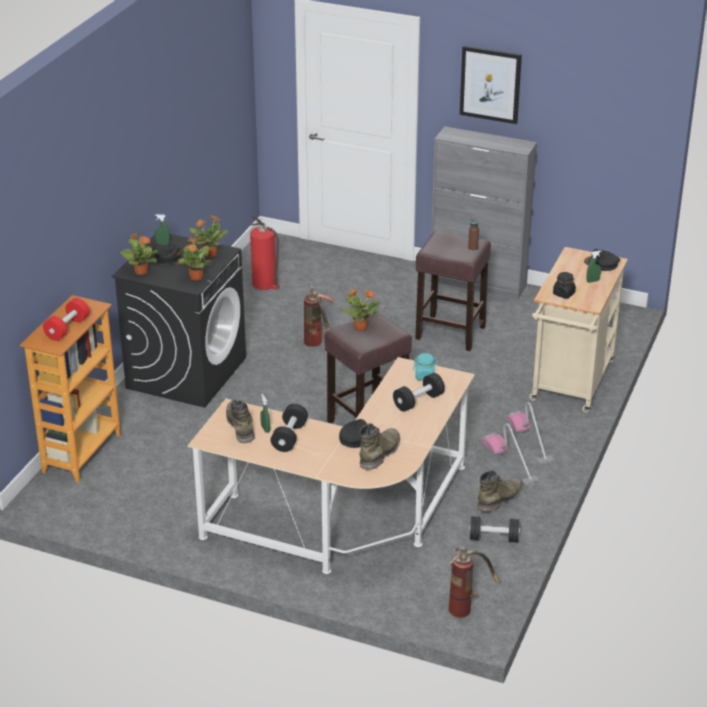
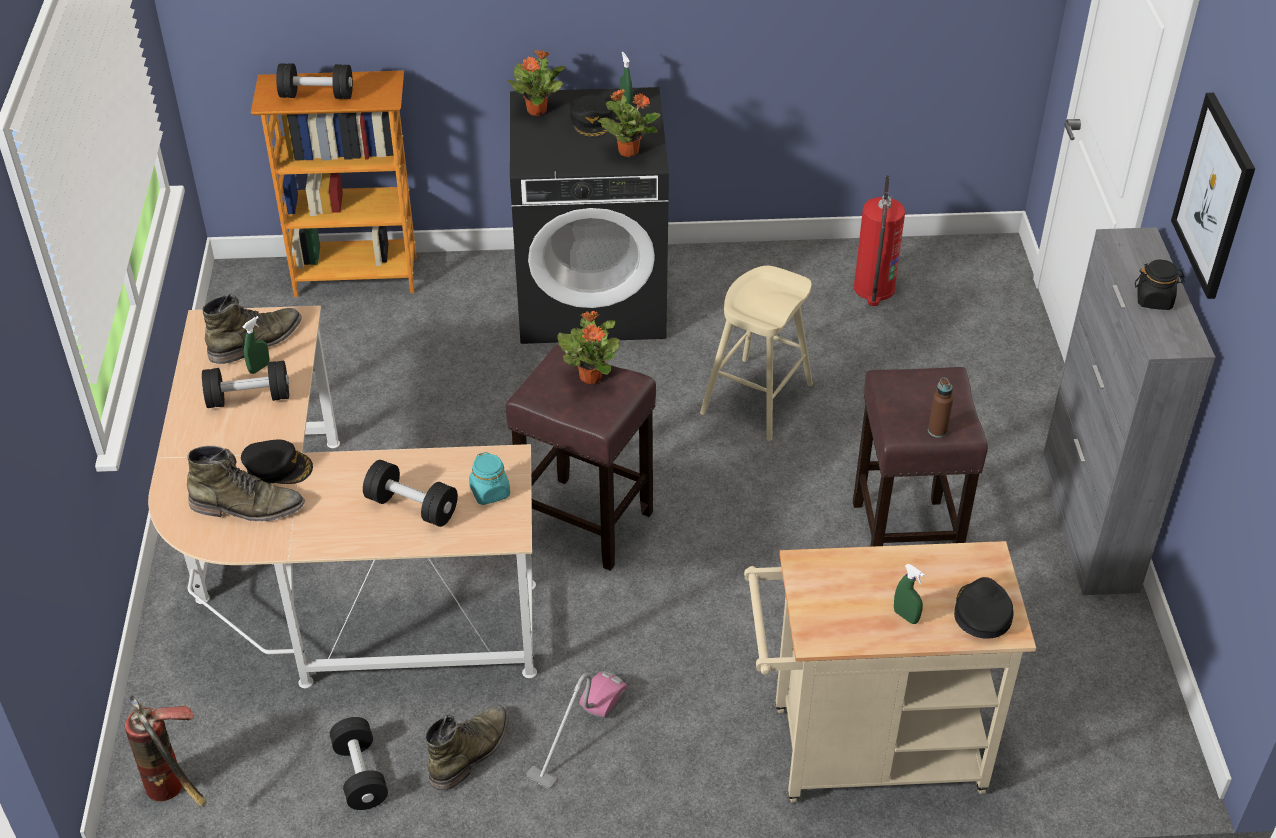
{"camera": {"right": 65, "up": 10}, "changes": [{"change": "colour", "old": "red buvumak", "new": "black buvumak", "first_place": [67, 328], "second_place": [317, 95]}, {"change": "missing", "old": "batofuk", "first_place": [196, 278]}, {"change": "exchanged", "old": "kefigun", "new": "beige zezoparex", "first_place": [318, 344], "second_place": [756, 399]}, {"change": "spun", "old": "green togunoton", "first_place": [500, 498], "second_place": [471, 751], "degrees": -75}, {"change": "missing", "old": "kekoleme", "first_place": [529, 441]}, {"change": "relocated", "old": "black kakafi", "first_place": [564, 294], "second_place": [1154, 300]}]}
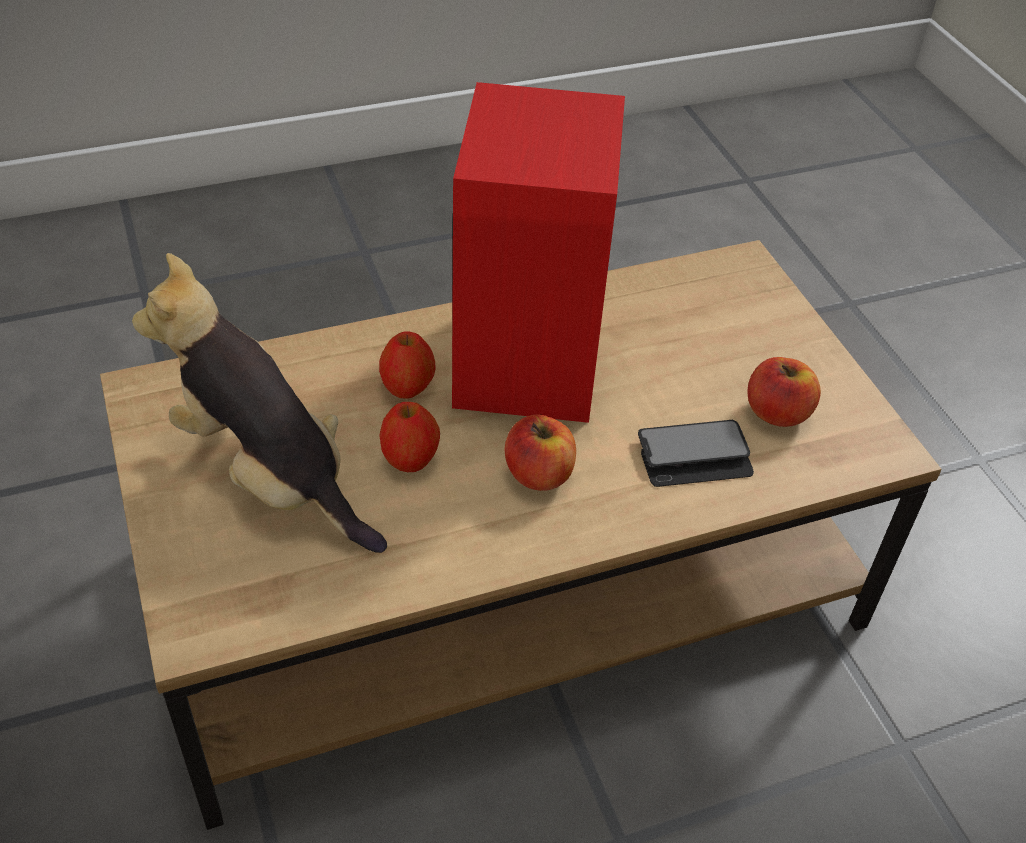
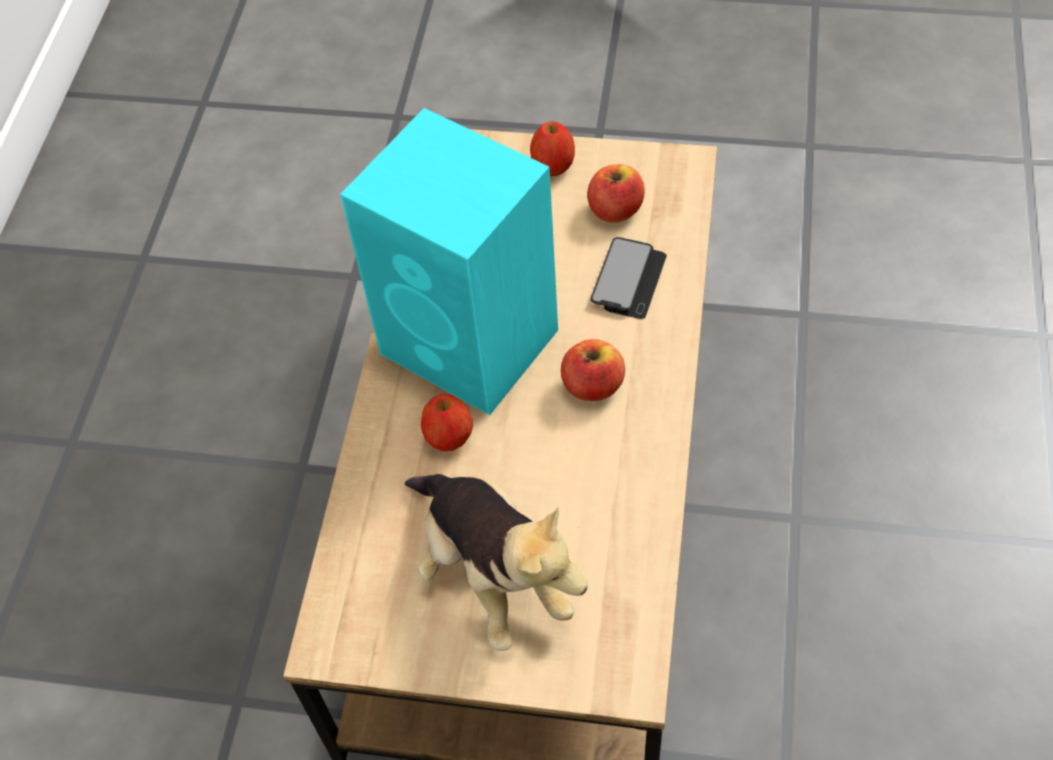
{"camera": {"right": -55, "up": 10}, "changes": [{"change": "spun", "old": "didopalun", "first_place": [270, 475], "second_place": [491, 573], "degrees": -105}, {"change": "relocated", "old": "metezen", "first_place": [410, 459], "second_place": [553, 166]}, {"change": "colour", "old": "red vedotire", "new": "turquoise vedotire", "first_place": [527, 366], "second_place": [473, 344]}]}
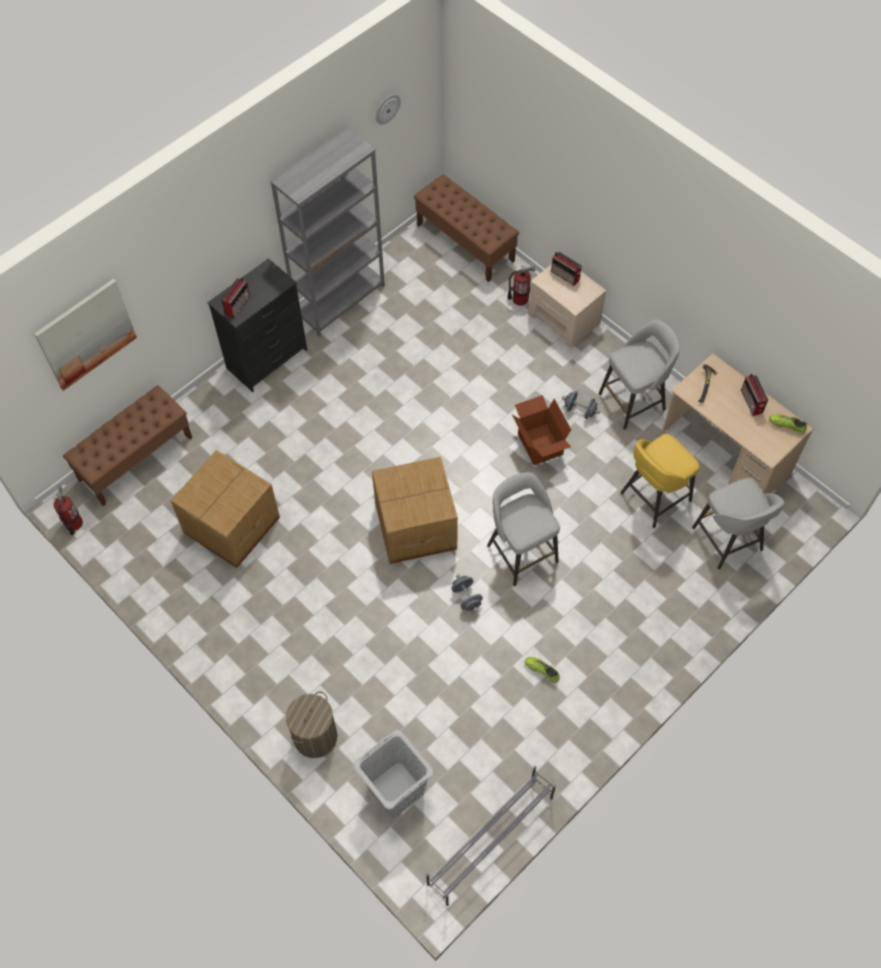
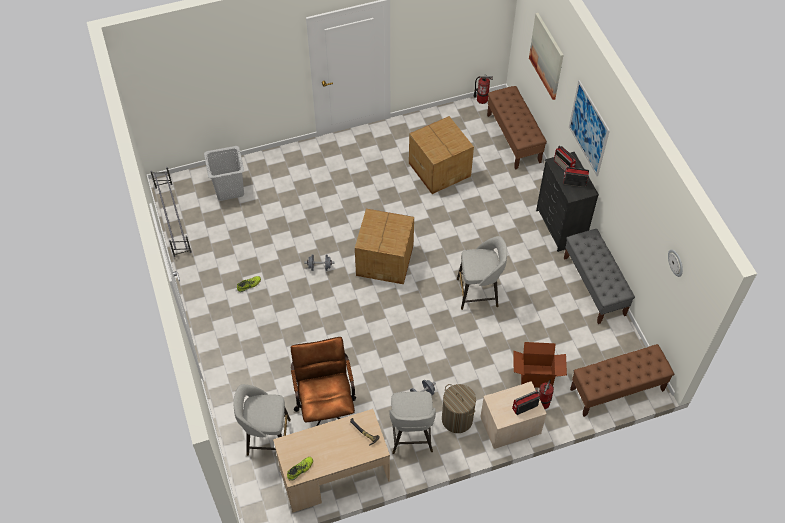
{"camera": {"right": 115, "up": -5}, "changes": [{"change": "exchanged", "old": "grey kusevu", "new": "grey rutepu", "first_place": [340, 300], "second_place": [594, 286]}, {"change": "relocated", "old": "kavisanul", "first_place": [315, 736], "second_place": [457, 419]}, {"change": "relocated", "old": "grey zezoparex", "first_place": [521, 551], "second_place": [479, 292]}, {"change": "relocated", "old": "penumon", "first_place": [539, 445], "second_place": [536, 375]}, {"change": "exchanged", "old": "yellow zezoparex", "new": "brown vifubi", "first_place": [653, 498], "second_place": [326, 407]}, {"change": "relocated", "old": "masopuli", "first_place": [751, 402], "second_place": [574, 182]}, {"change": "appeared", "new": "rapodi", "second_place": [588, 128]}]}
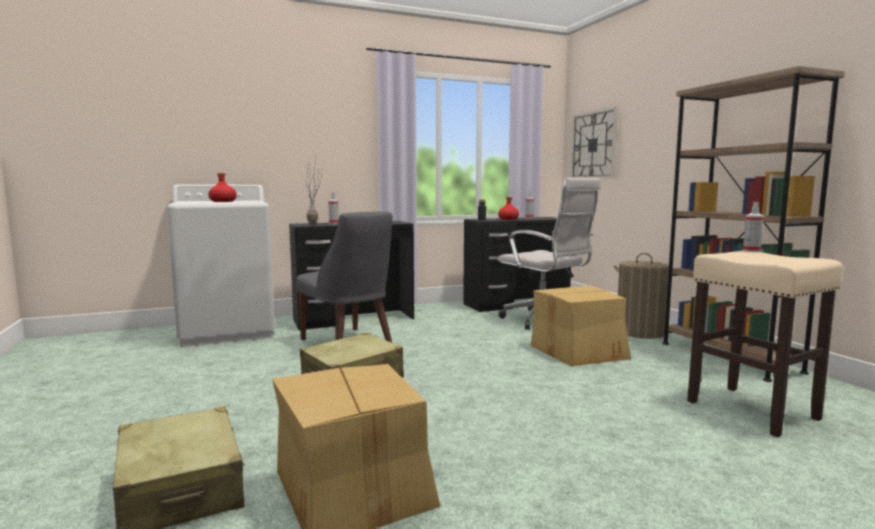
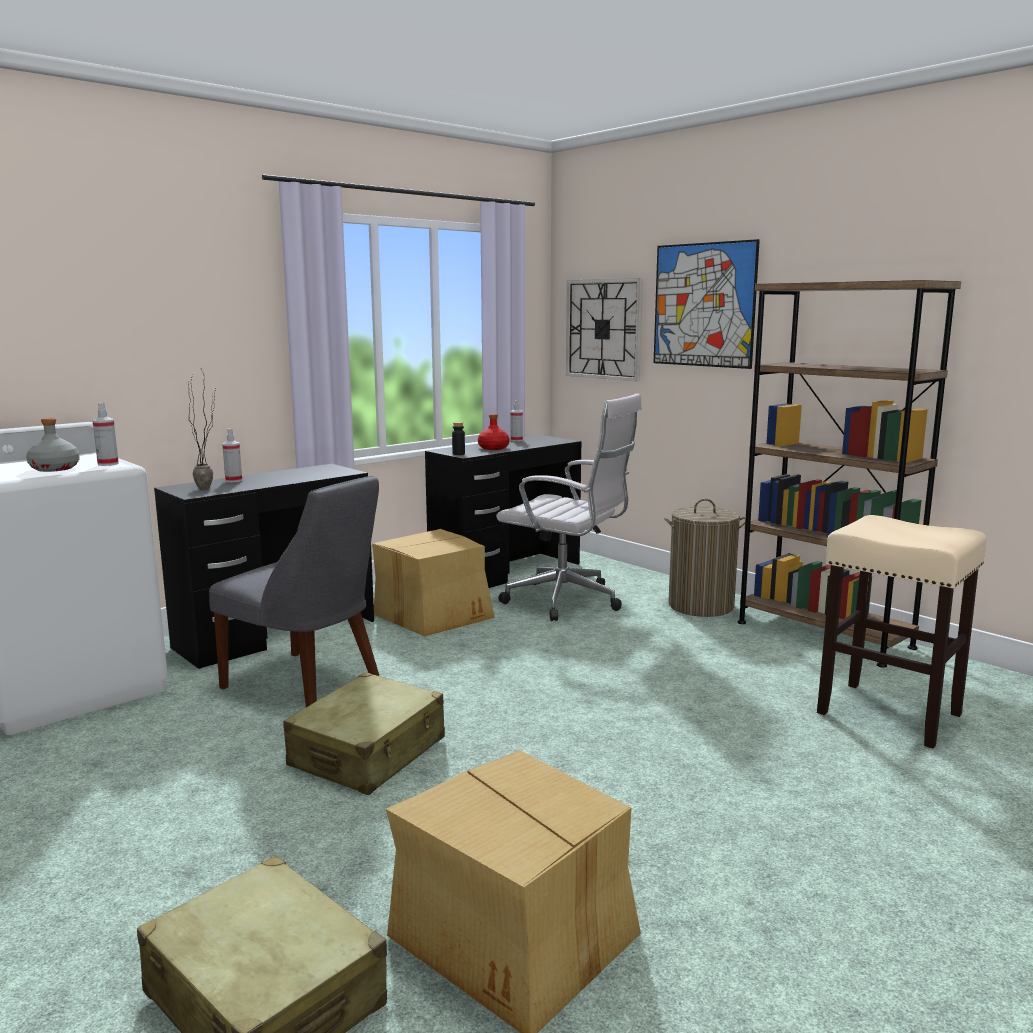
{"camera": {"right": -20, "up": 5}, "changes": [{"change": "colour", "old": "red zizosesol", "new": "grey zizosesol", "first_place": [222, 201], "second_place": [54, 469]}, {"change": "relocated", "old": "penumon", "first_place": [579, 351], "second_place": [434, 614]}, {"change": "relocated", "old": "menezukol", "first_place": [751, 251], "second_place": [108, 464]}, {"change": "appeared", "new": "rapodi", "second_place": [703, 305]}]}
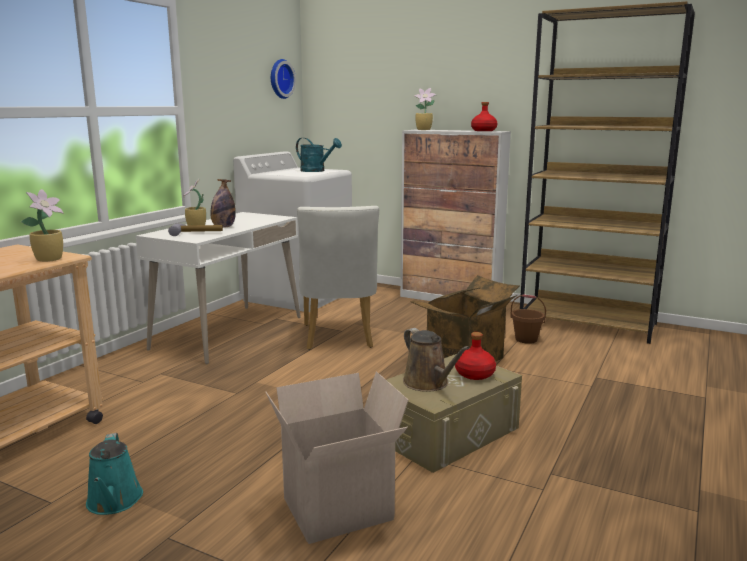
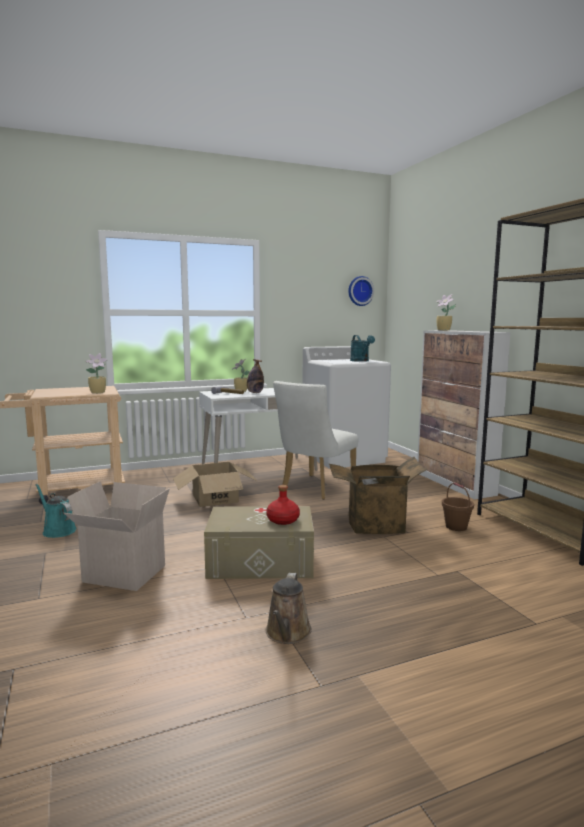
{"camera": {"right": 40, "up": -5}, "changes": [{"change": "spun", "old": "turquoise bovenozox", "first_place": [114, 502], "second_place": [57, 530], "degrees": 105}, {"change": "relocated", "old": "brown bovenozox", "first_place": [428, 383], "second_place": [287, 633]}, {"change": "missing", "old": "red zizosesol", "first_place": [483, 131]}, {"change": "appeared", "new": "penumon", "second_place": [215, 498]}]}
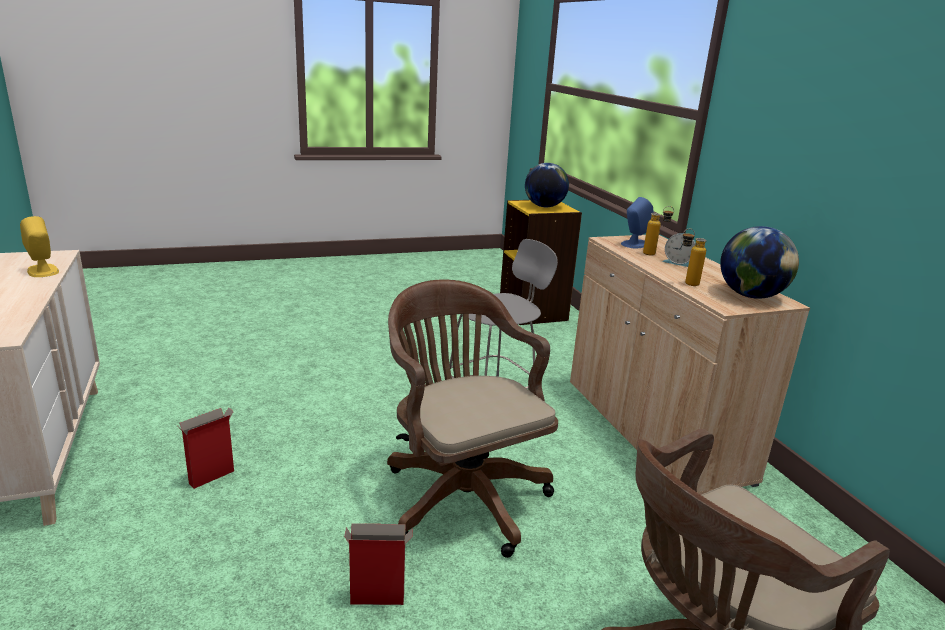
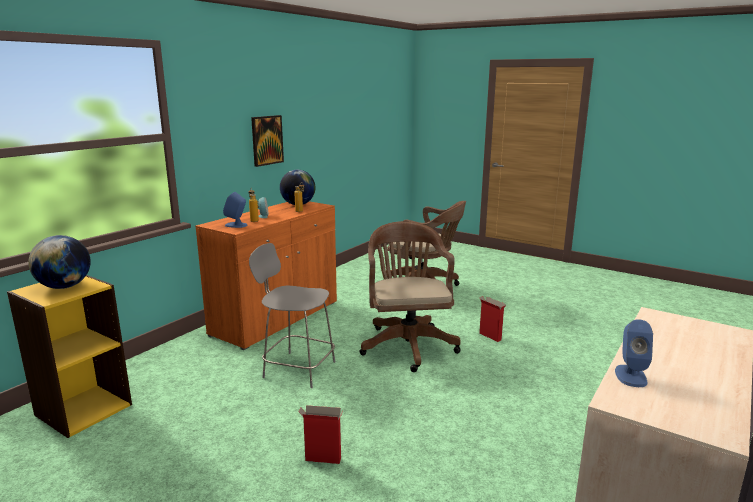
{"camera": {"right": -125, "up": -5}, "changes": [{"change": "colour", "old": "yellow vedotire", "new": "blue vedotire", "first_place": [43, 271], "second_place": [630, 376]}, {"change": "relocated", "old": "penumon", "first_place": [212, 477], "second_place": [322, 459]}, {"change": "spun", "old": "brown vifubi", "first_place": [461, 493], "second_place": [407, 344], "degrees": 150}, {"change": "colour", "old": "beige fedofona", "new": "orange fedofona", "first_place": [653, 430], "second_place": [276, 318]}, {"change": "appeared", "new": "rapodi", "second_place": [267, 140]}]}
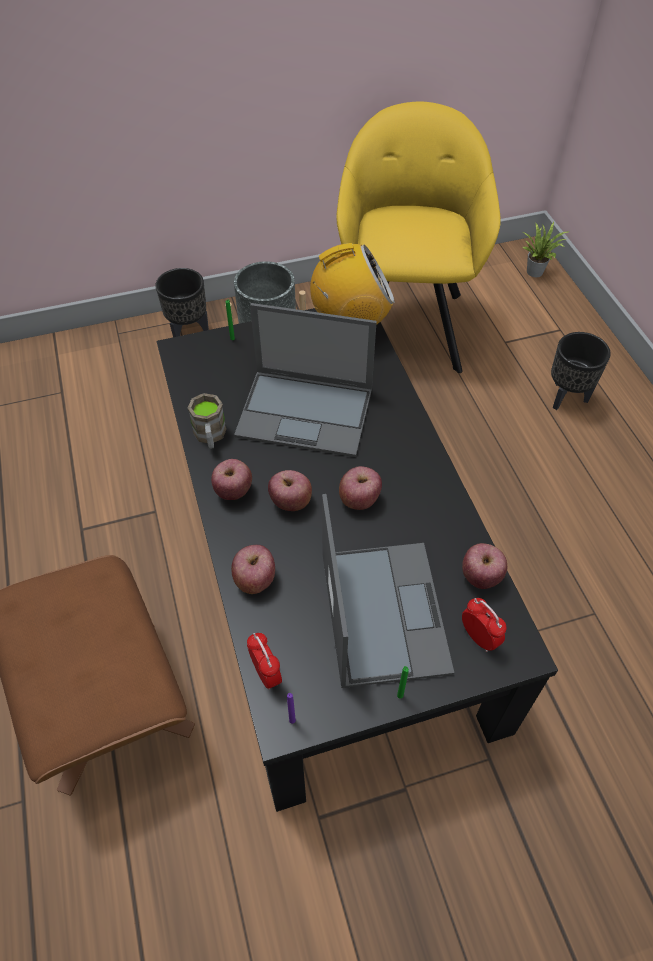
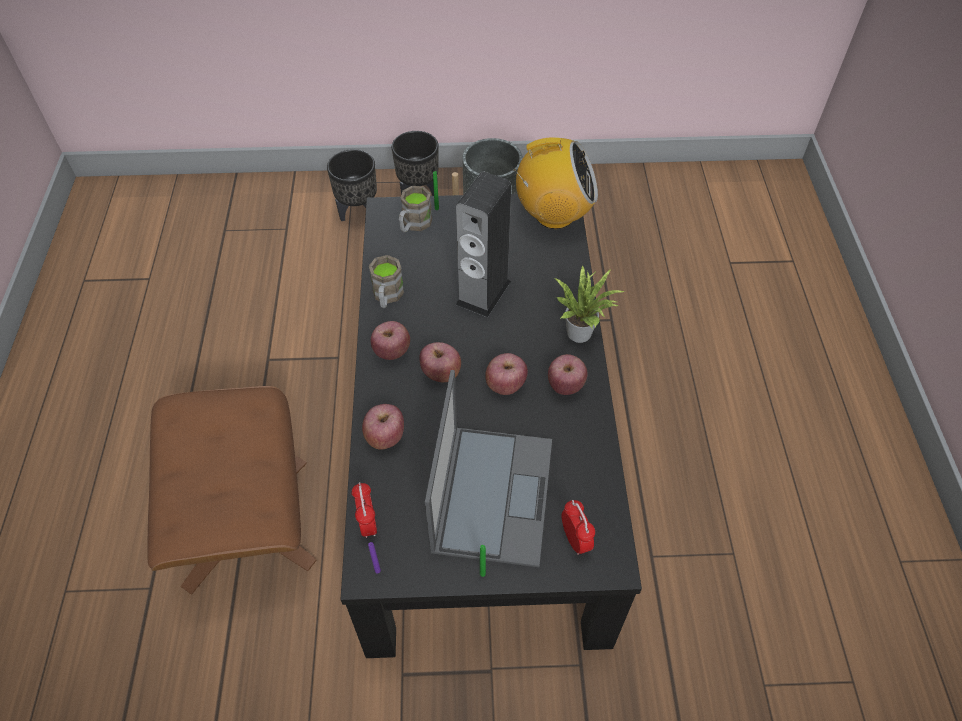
{"camera": {"right": 15, "up": 0}, "changes": [{"change": "exchanged", "old": "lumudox", "new": "vedotire", "first_place": [306, 412], "second_place": [483, 292]}, {"change": "missing", "old": "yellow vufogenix", "first_place": [404, 322]}, {"change": "relocated", "old": "metezen", "first_place": [480, 576], "second_place": [565, 386]}, {"change": "relocated", "old": "batofuk", "first_place": [536, 271], "second_place": [582, 331]}, {"change": "relocated", "old": "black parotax", "first_place": [566, 396], "second_place": [359, 212]}, {"change": "appeared", "new": "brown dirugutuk", "second_place": [414, 225]}]}
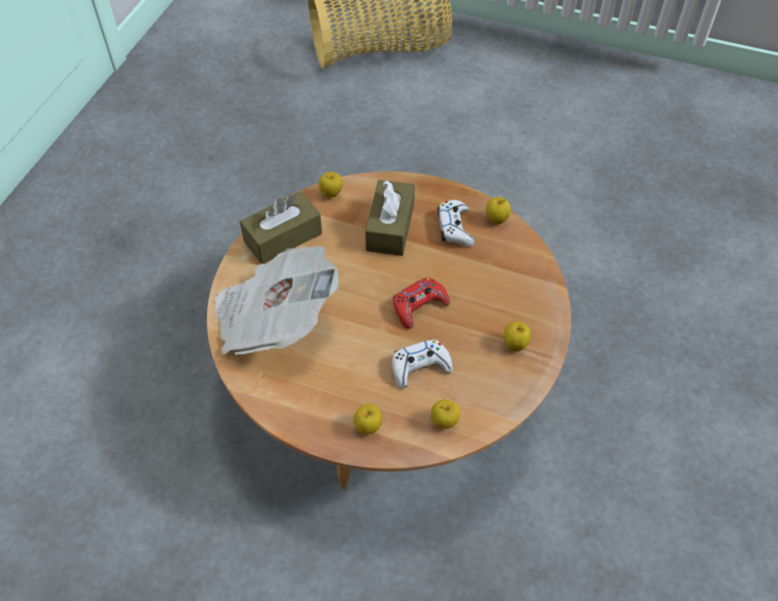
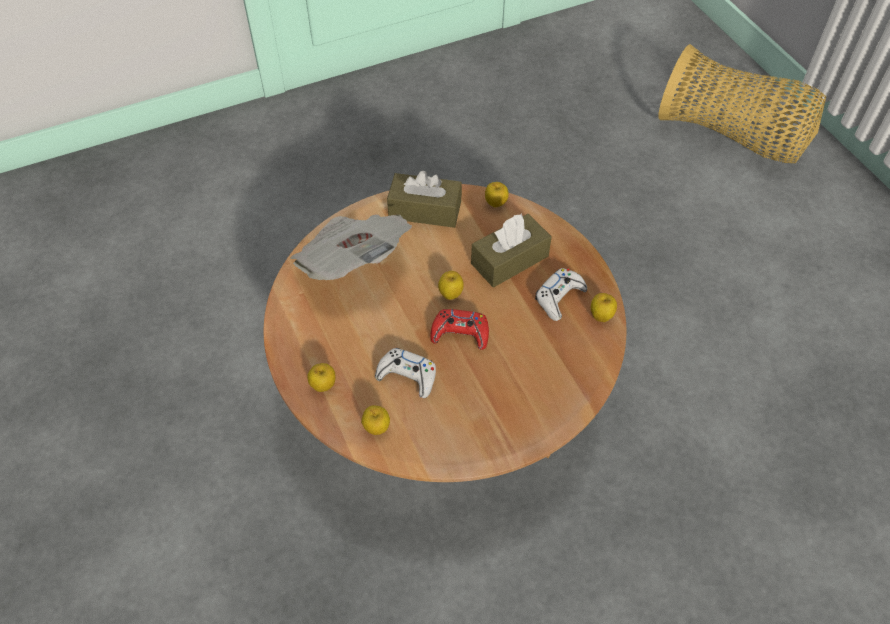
{"camera": {"right": 45, "up": 0}, "changes": [{"change": "relocated", "old": "metezen", "first_place": [515, 345], "second_place": [451, 294]}]}
